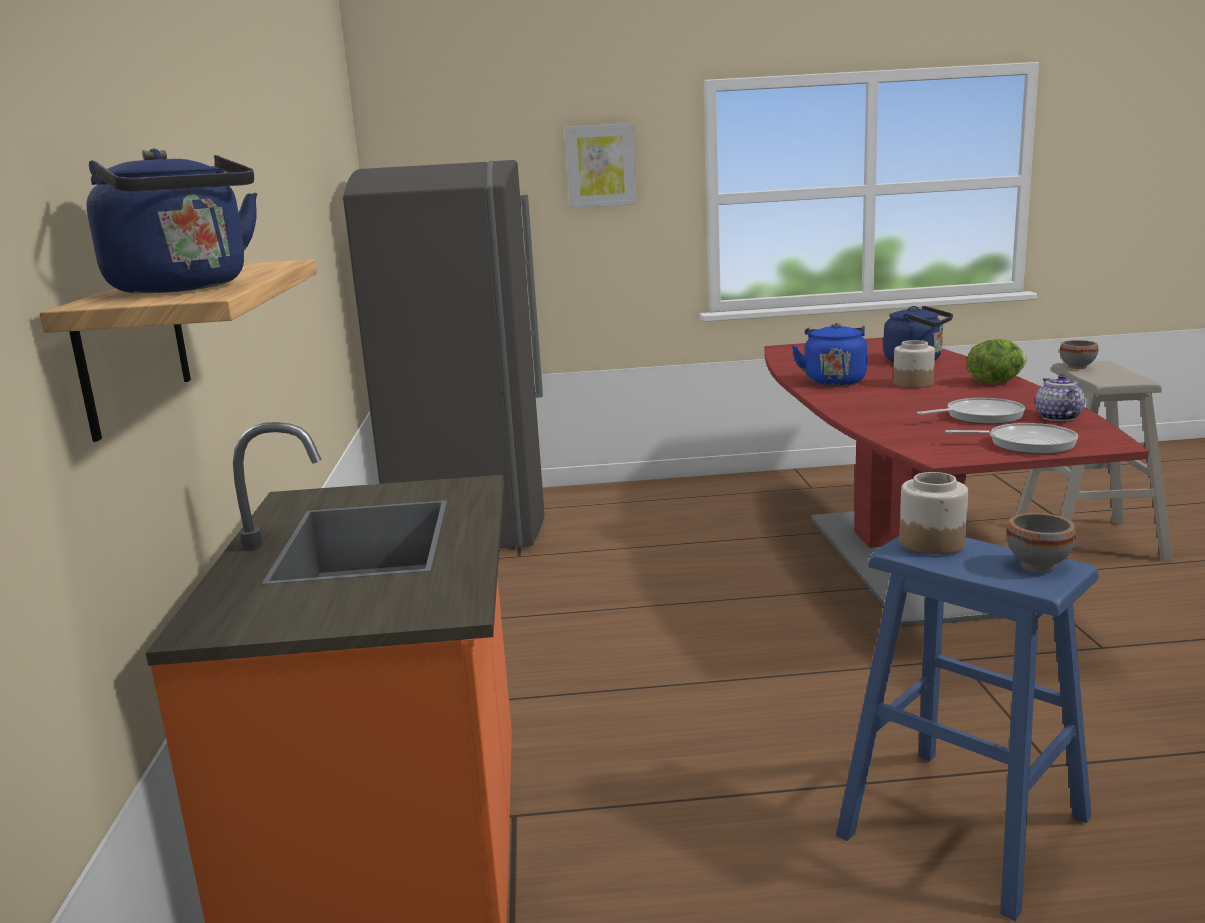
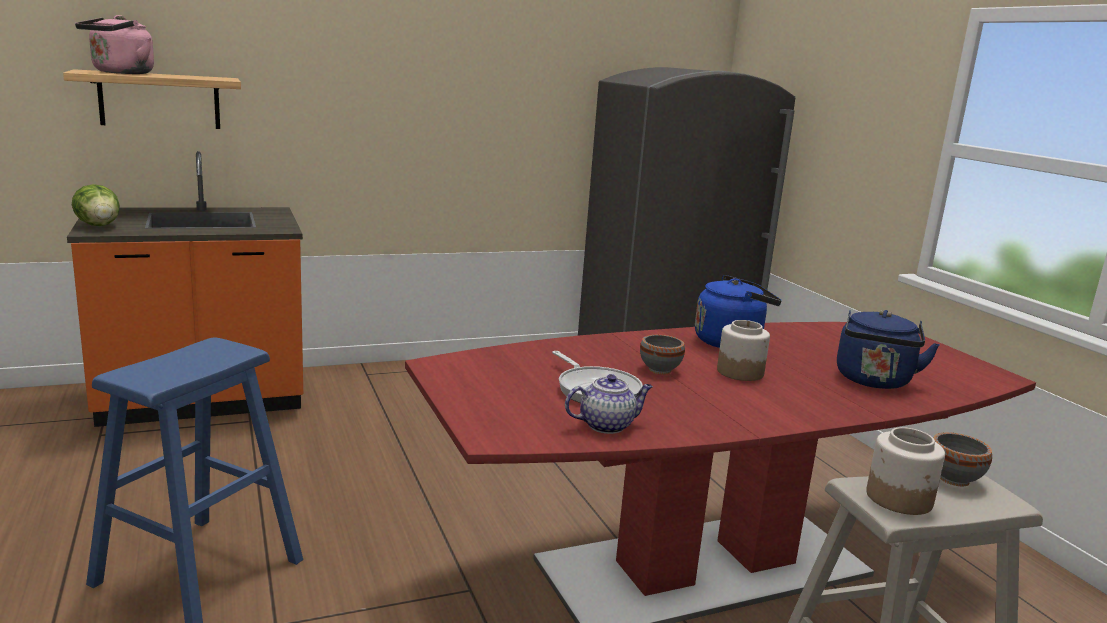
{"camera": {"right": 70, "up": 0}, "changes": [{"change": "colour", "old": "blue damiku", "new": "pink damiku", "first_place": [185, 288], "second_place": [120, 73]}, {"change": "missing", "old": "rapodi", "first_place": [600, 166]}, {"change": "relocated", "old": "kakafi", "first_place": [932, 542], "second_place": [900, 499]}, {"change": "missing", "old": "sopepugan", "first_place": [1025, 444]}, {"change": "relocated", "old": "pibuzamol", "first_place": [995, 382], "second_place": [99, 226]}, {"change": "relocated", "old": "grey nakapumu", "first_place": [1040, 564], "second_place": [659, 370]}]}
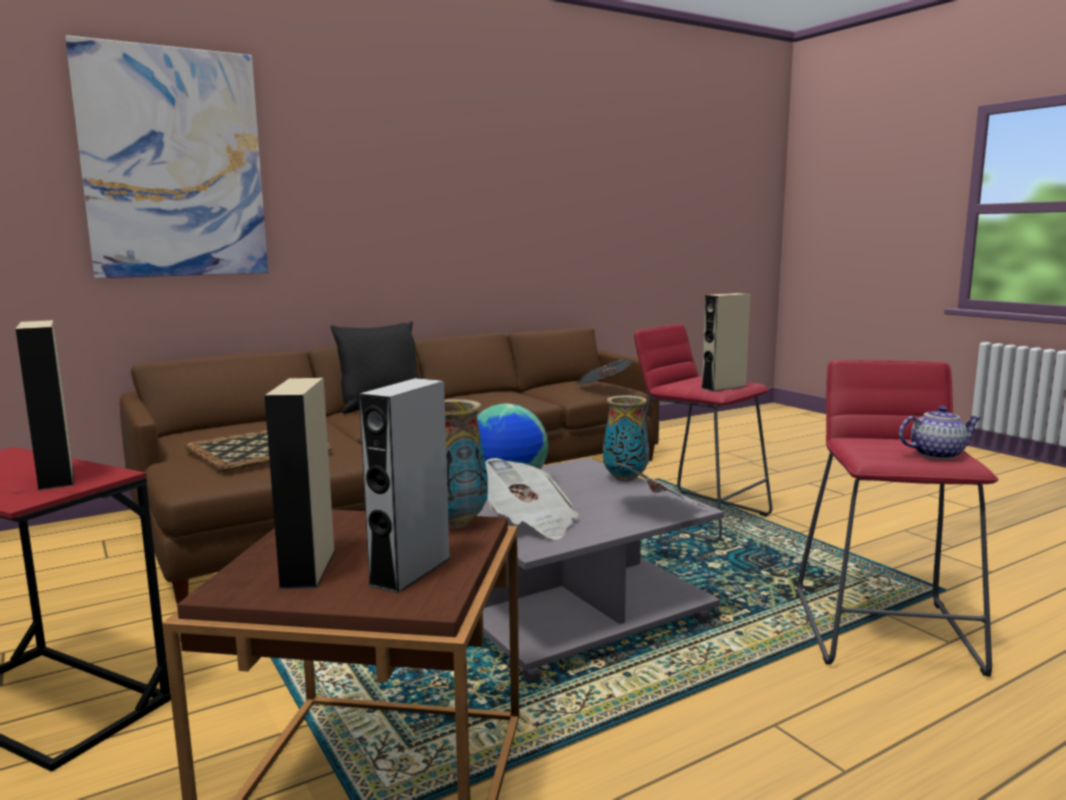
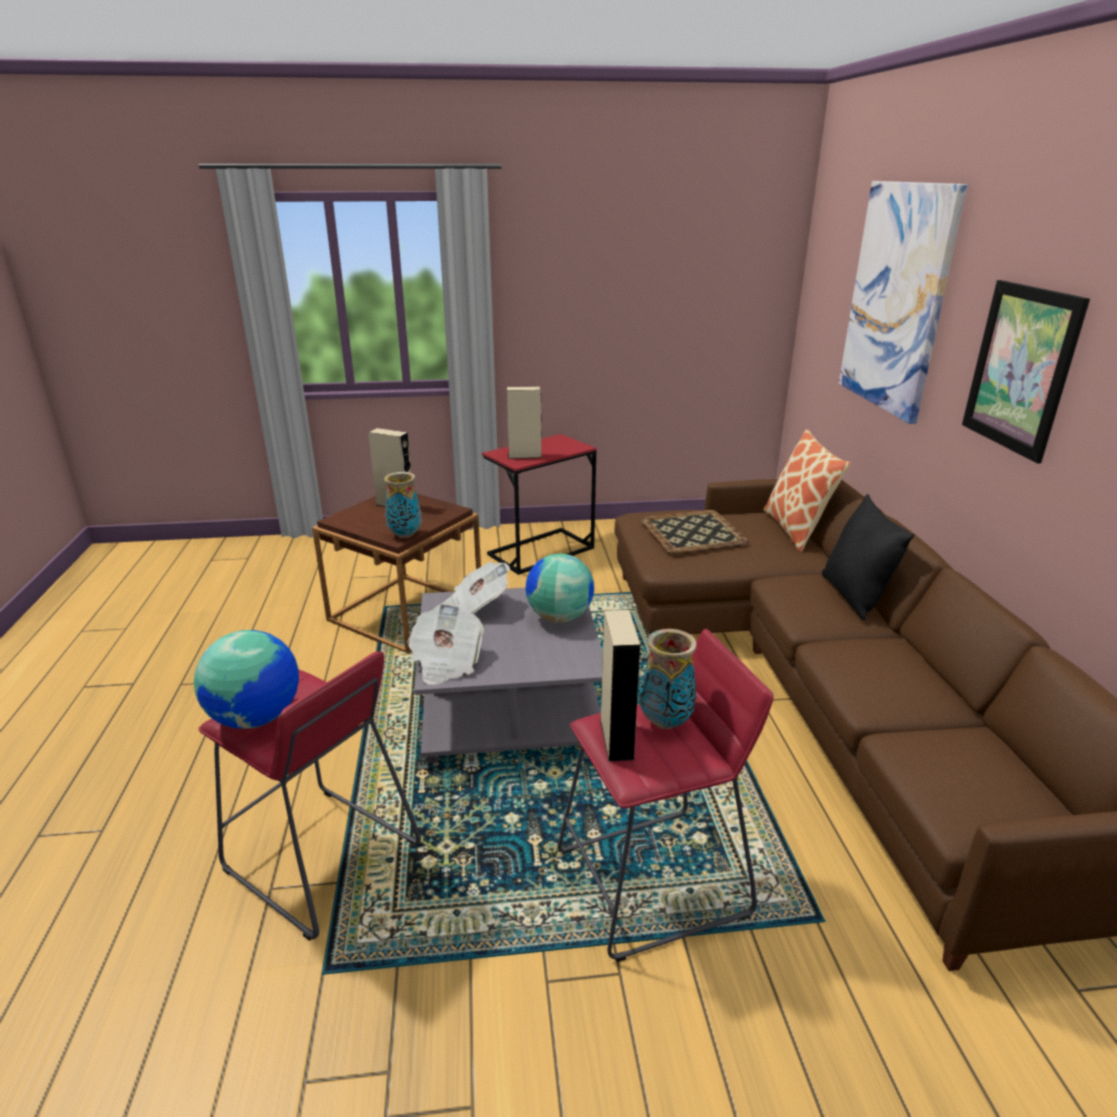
{"camera": {"right": 115, "up": 15}, "changes": [{"change": "missing", "old": "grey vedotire", "first_place": [410, 571]}, {"change": "missing", "old": "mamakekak", "first_place": [603, 388]}, {"change": "relocated", "old": "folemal", "first_place": [626, 478], "second_place": [665, 722]}, {"change": "exchanged", "old": "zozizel", "new": "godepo", "first_place": [936, 454], "second_place": [257, 717]}, {"change": "appeared", "new": "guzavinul", "second_place": [797, 529]}, {"change": "appeared", "new": "rapodi", "second_place": [1020, 369]}]}
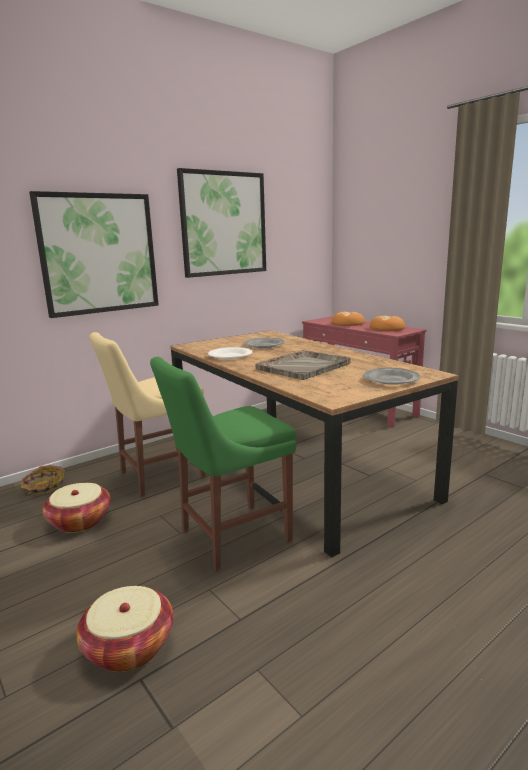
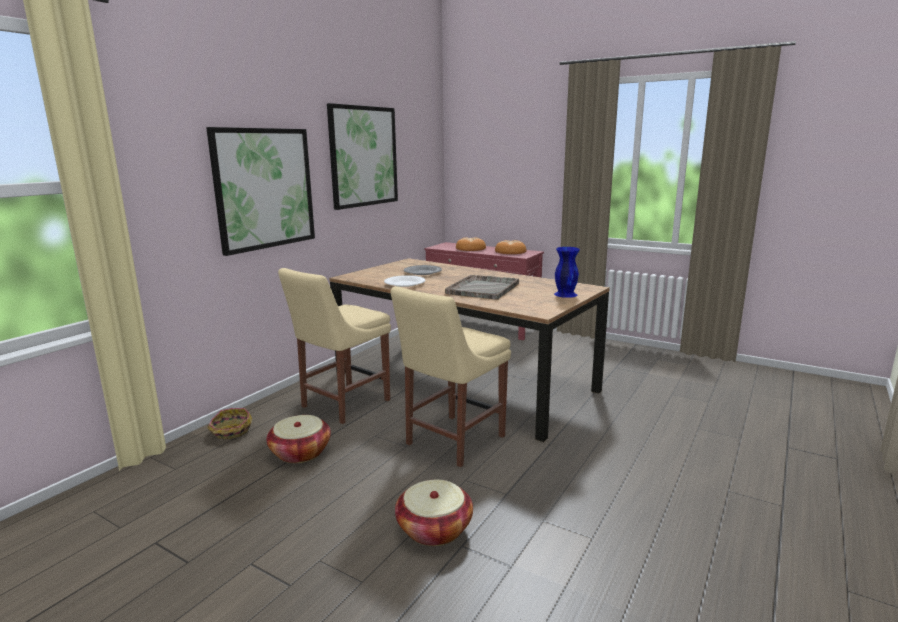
{"camera": {"right": -20, "up": 0}, "changes": [{"change": "colour", "old": "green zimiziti", "new": "beige zimiziti", "first_place": [230, 537], "second_place": [452, 441]}, {"change": "exchanged", "old": "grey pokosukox", "new": "blue folemal", "first_place": [390, 380], "second_place": [565, 294]}]}
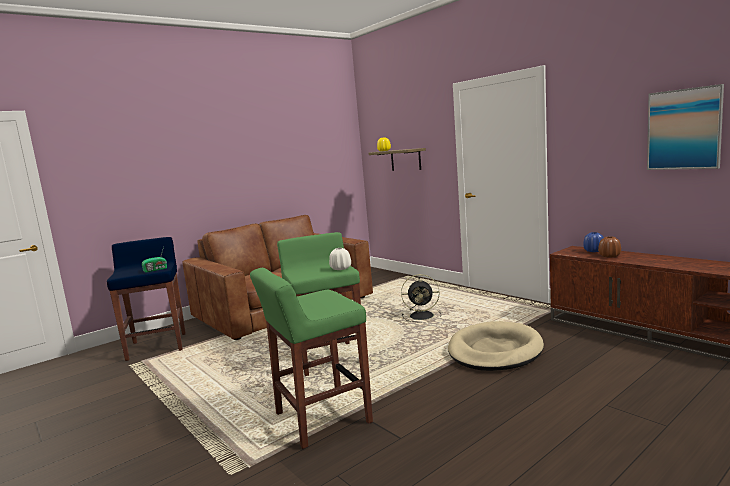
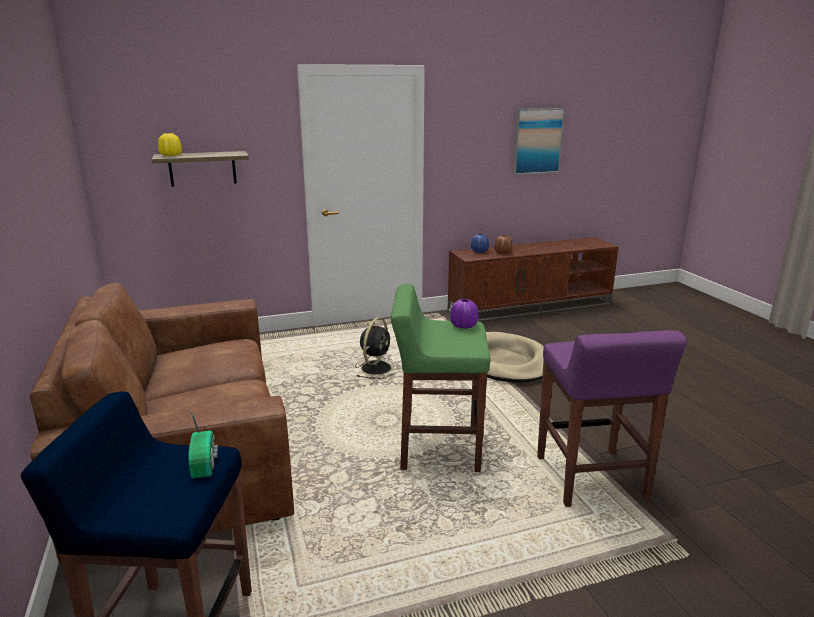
{"camera": {"right": -70, "up": 10}, "changes": [{"change": "colour", "old": "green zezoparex", "new": "purple zezoparex", "first_place": [320, 418], "second_place": [591, 478]}, {"change": "colour", "old": "white folemal", "new": "purple folemal", "first_place": [341, 268], "second_place": [463, 325]}]}
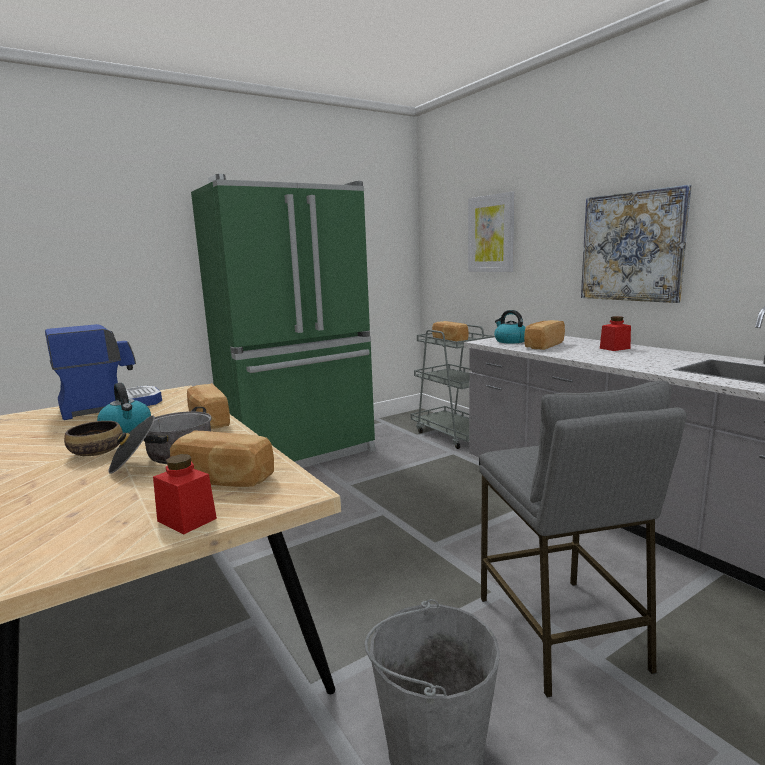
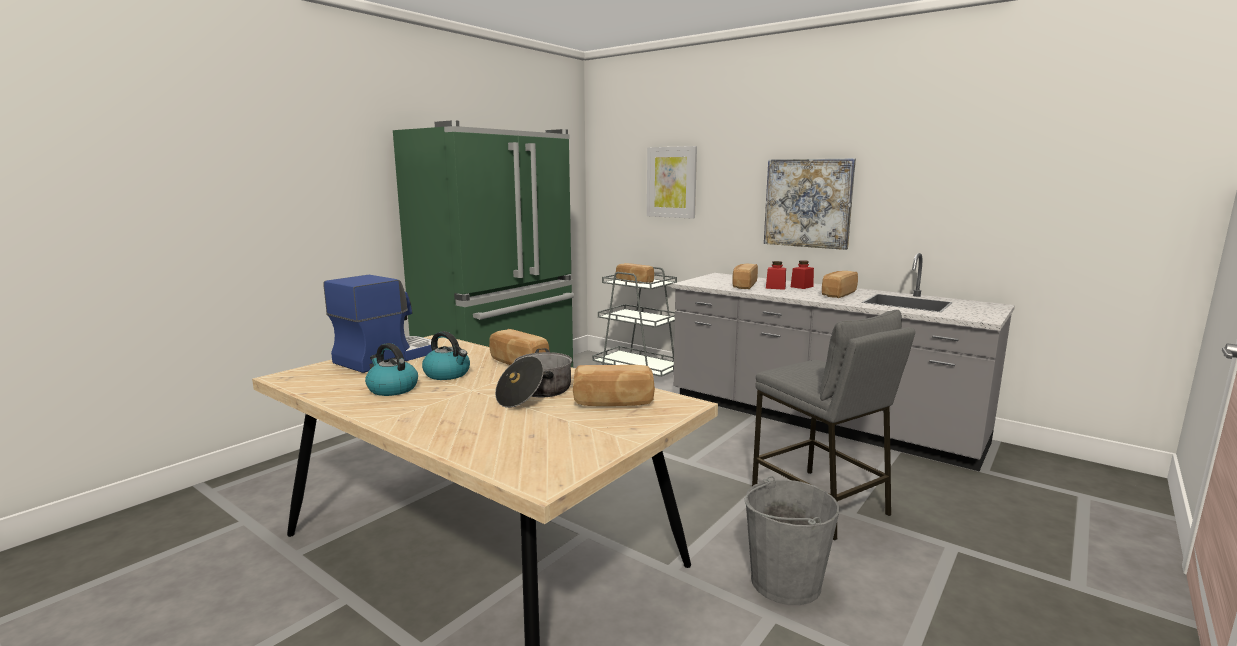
{"camera": {"right": -20, "up": 0}, "changes": [{"change": "missing", "old": "nakapumu", "first_place": [97, 452]}, {"change": "relocated", "old": "red kakafi", "first_place": [187, 519], "second_place": [775, 287]}, {"change": "relocated", "old": "damiku", "first_place": [510, 341], "second_place": [392, 389]}, {"change": "appeared", "new": "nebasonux", "second_place": [837, 294]}]}
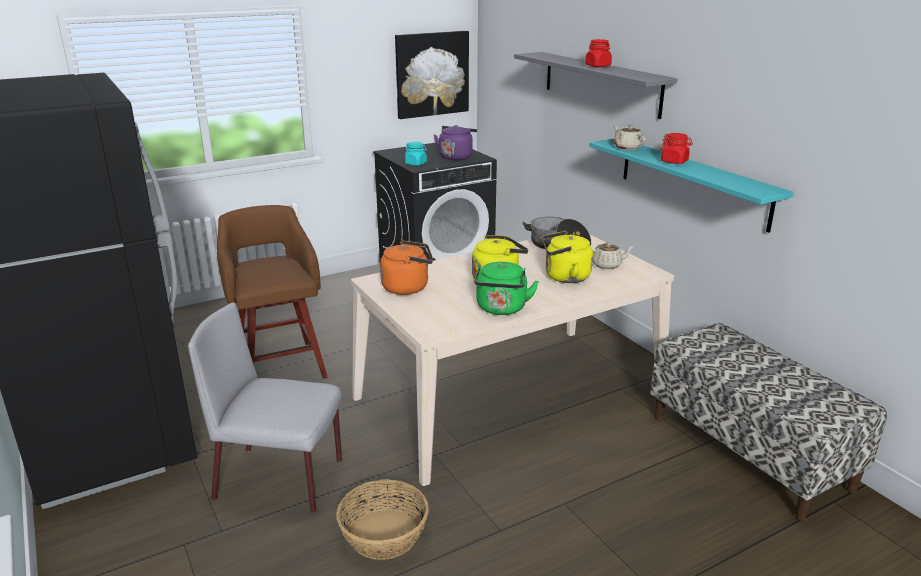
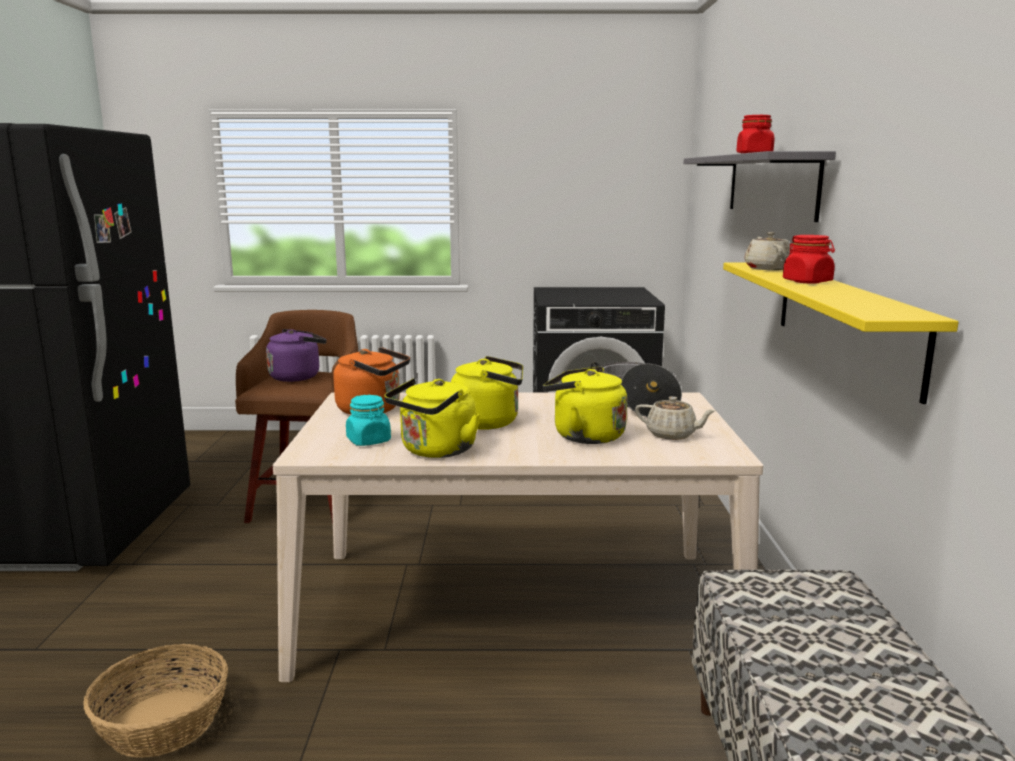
{"camera": {"right": 30, "up": -10}, "changes": [{"change": "missing", "old": "grey zimiziti", "first_place": [281, 479]}, {"change": "missing", "old": "rapodi", "first_place": [431, 74]}, {"change": "relocated", "old": "turquoise kakafi", "first_place": [416, 164], "second_place": [369, 441]}, {"change": "relocated", "old": "purple damiku", "first_place": [456, 157], "second_place": [297, 377]}, {"change": "colour", "old": "green damiku", "new": "yellow damiku", "first_place": [501, 309], "second_place": [435, 451]}, {"change": "colour", "old": "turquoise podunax", "new": "yellow podunax", "first_place": [692, 182], "second_place": [843, 320]}]}
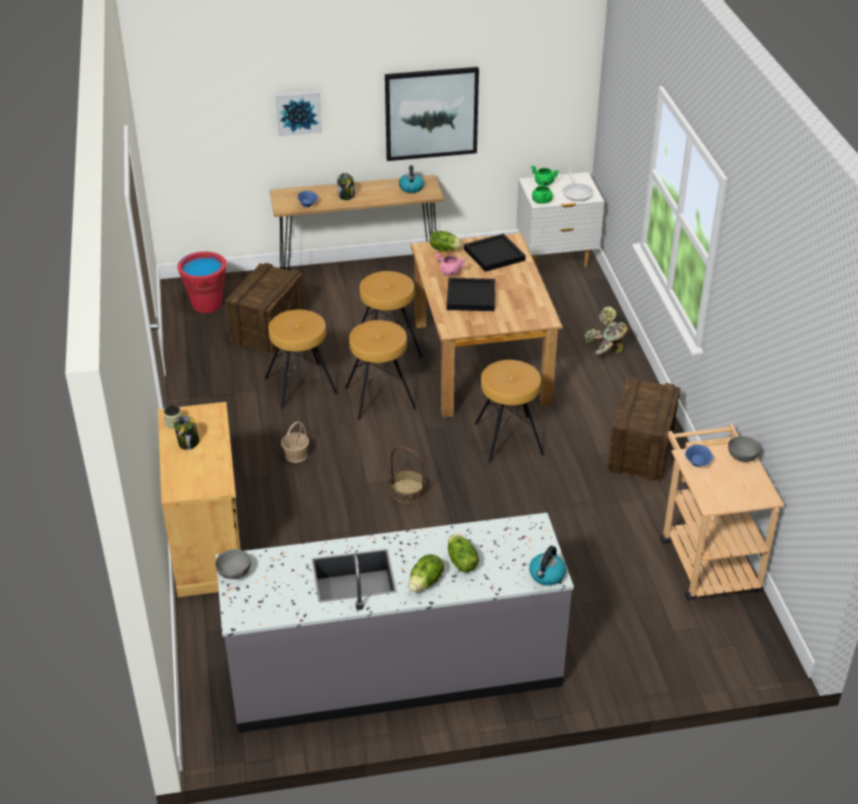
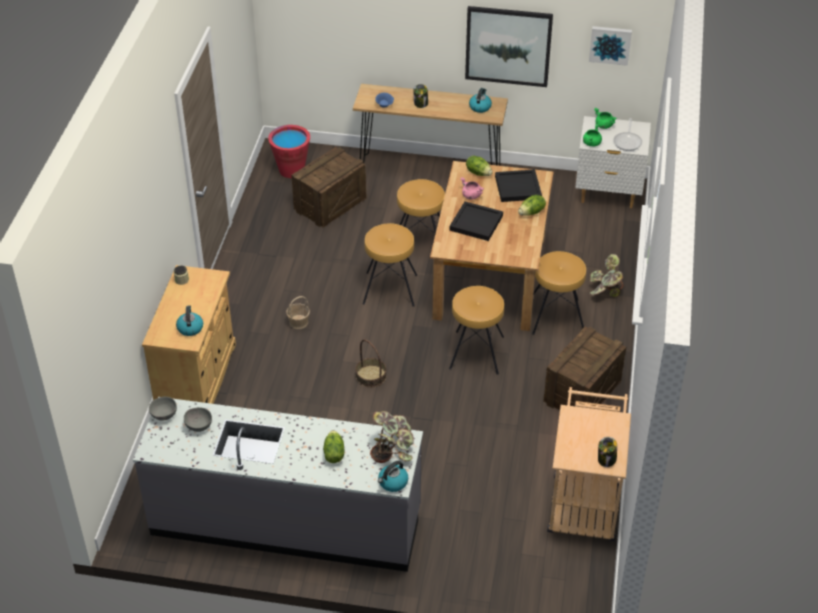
{"camera": {"right": 20, "up": 5}, "changes": [{"change": "relocated", "old": "kakafi", "first_place": [188, 443], "second_place": [606, 459]}, {"change": "relocated", "old": "brown zezoparex", "first_place": [301, 386], "second_place": [555, 317]}, {"change": "relocated", "old": "rapodi", "first_place": [298, 112], "second_place": [610, 44]}, {"change": "relocated", "old": "pibuzamol", "first_place": [426, 582], "second_place": [532, 212]}, {"change": "missing", "old": "blue nakapumu", "first_place": [697, 463]}, {"change": "relocated", "old": "grey nakapumu", "first_place": [741, 456], "second_place": [198, 425]}, {"change": "appeared", "new": "damiku", "second_place": [190, 328]}, {"change": "appeared", "new": "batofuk", "second_place": [393, 447]}]}
